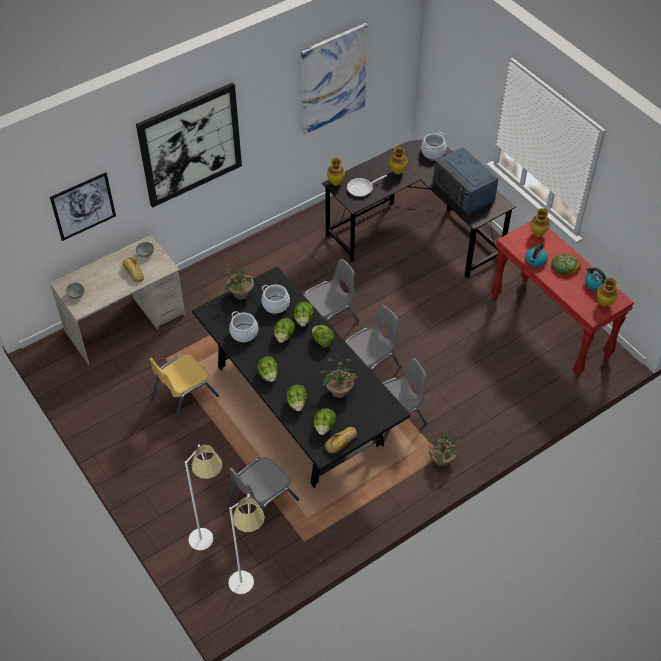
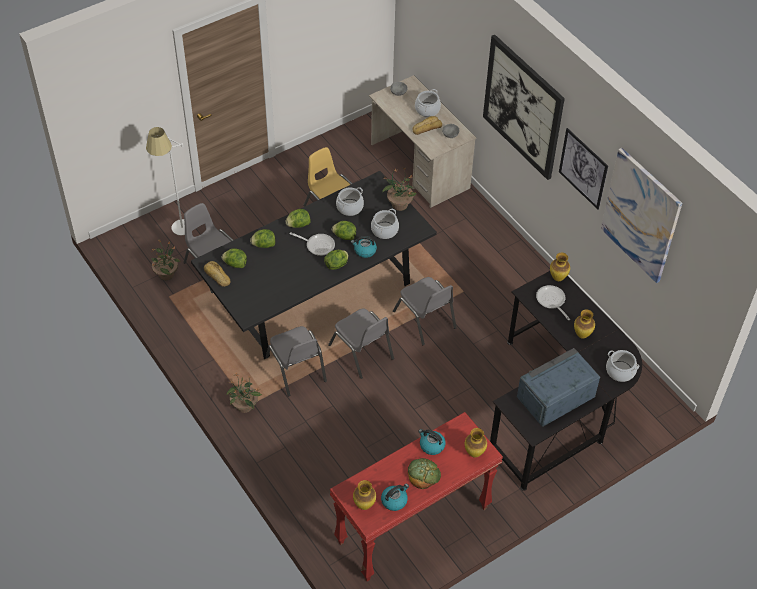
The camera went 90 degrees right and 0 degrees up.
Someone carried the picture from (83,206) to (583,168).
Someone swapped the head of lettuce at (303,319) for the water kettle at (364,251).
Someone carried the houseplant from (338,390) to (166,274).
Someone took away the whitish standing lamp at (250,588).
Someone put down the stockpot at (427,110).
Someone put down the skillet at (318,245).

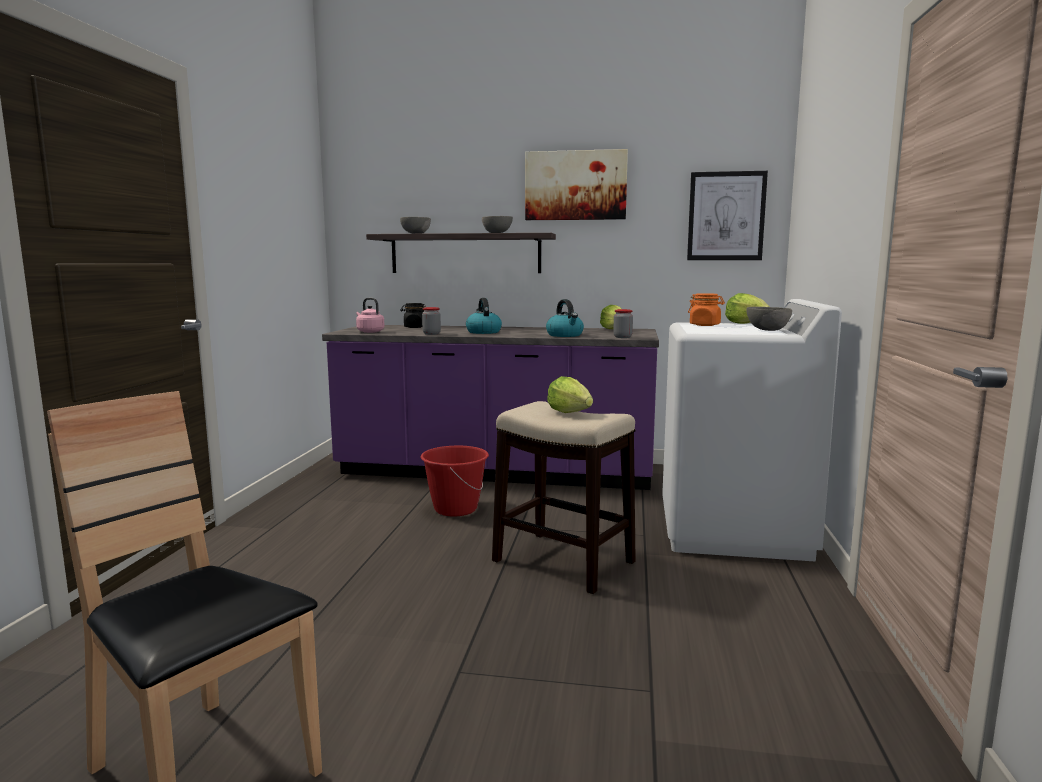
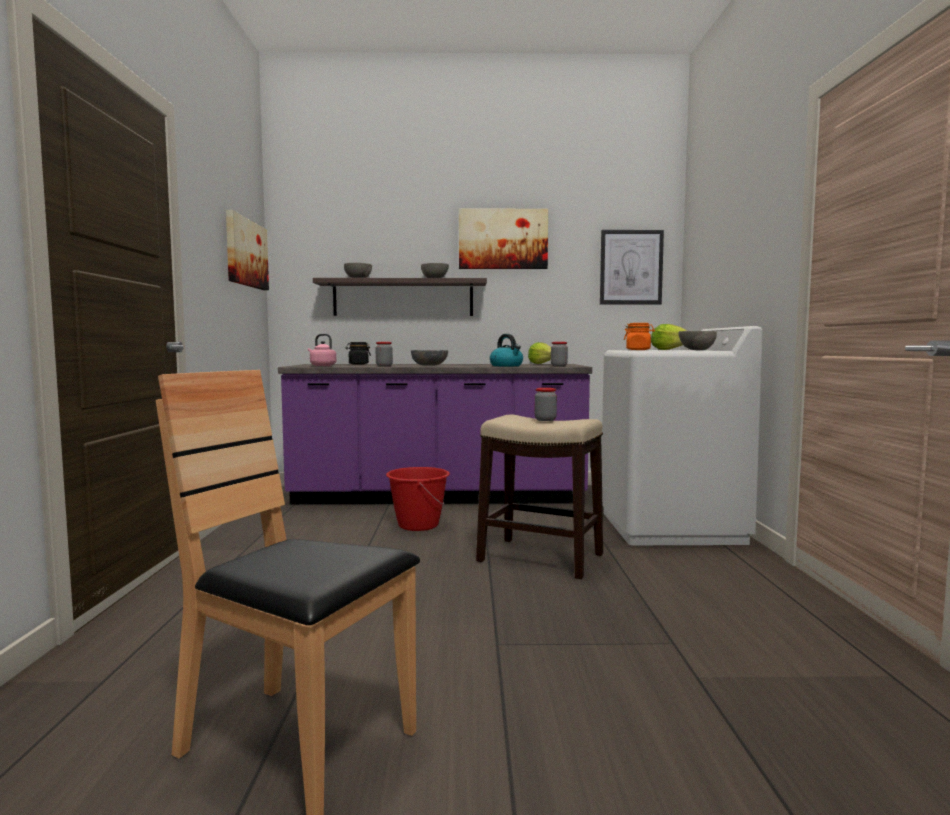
The camera went 10 degrees left and 5 degrees down.
Someone swapped the water kettle at (483,332) for the greyish bowl at (429,365).
Someone swapped the head of lettuce at (569,412) for the preserve jar at (545,420).
Someone put up the picture at (246,253).

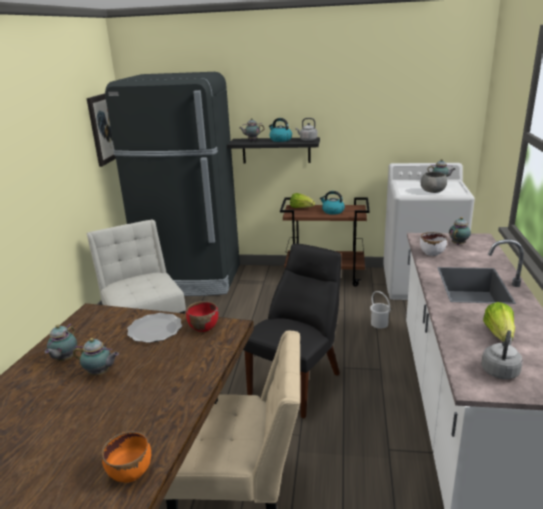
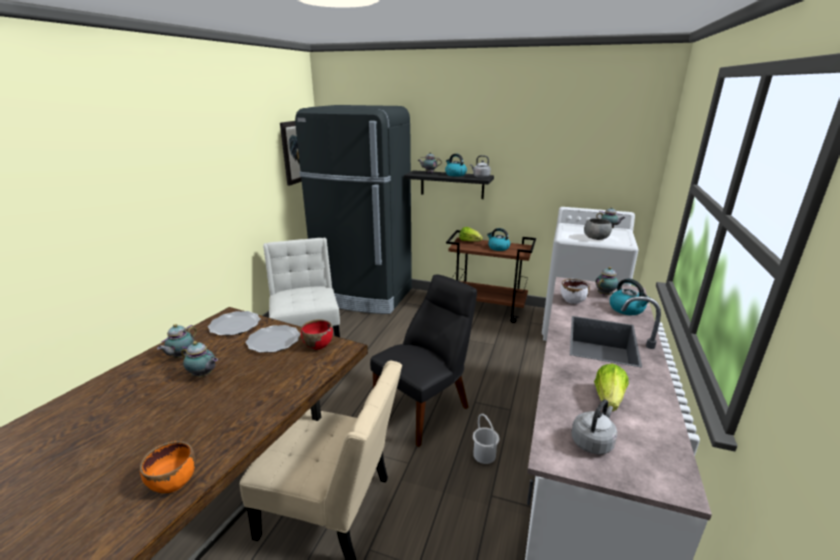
The camera went 10 degrees right and 0 degrees up.
Someone carried the whitish bucket from (379,324) to (484,455).
Someone put down the water kettle at (627,309).
Someone put down the dinner plate at (235,325).

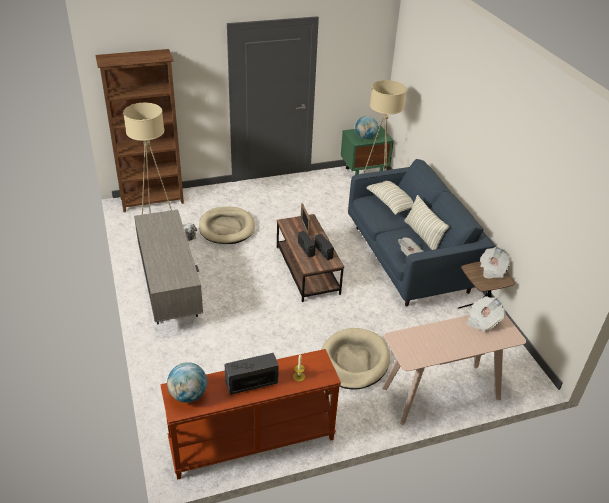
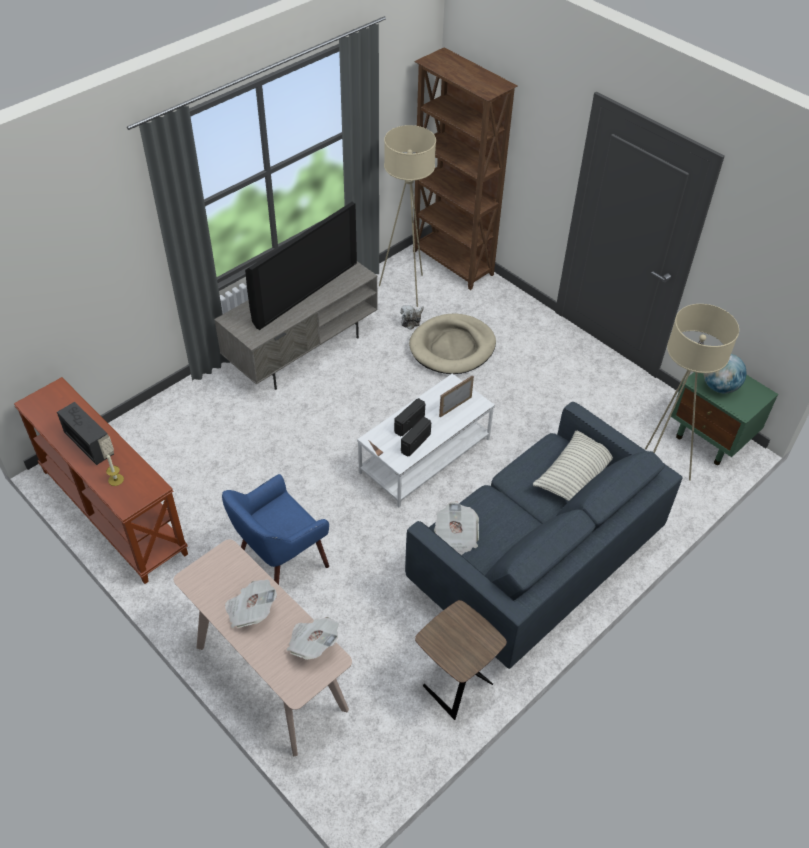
The camera went 65 degrees right and 10 degrees up.
Someone took away the pillow at (423,236).
Someone repainted the brown-coloured low table at (308,270), which became the whitish low table at (425,456).
Someone carried the daily paper from (492,270) to (251,611).
Someone swapped the sand-coloured dog bed at (354,361) for the blue-coloured easy chair at (281,562).
Someone took away the world globe at (188,395).
Someone put down the TV set at (304,291).

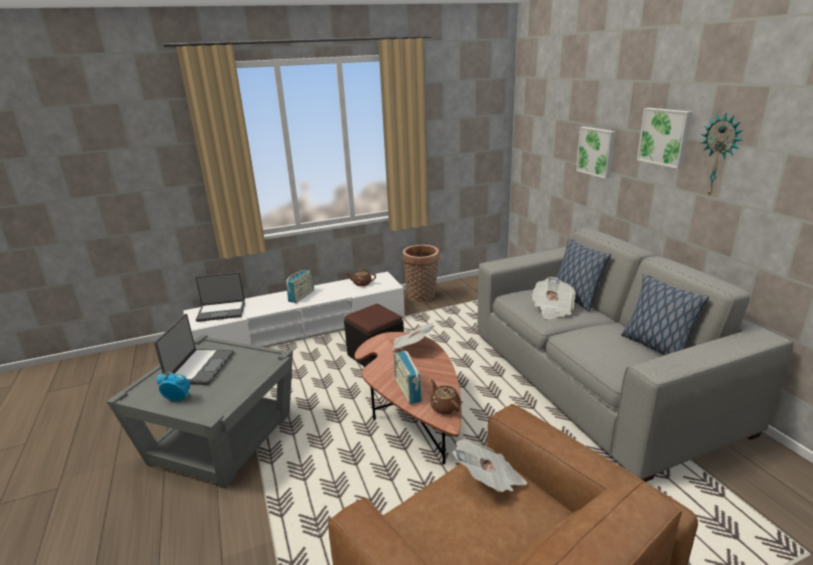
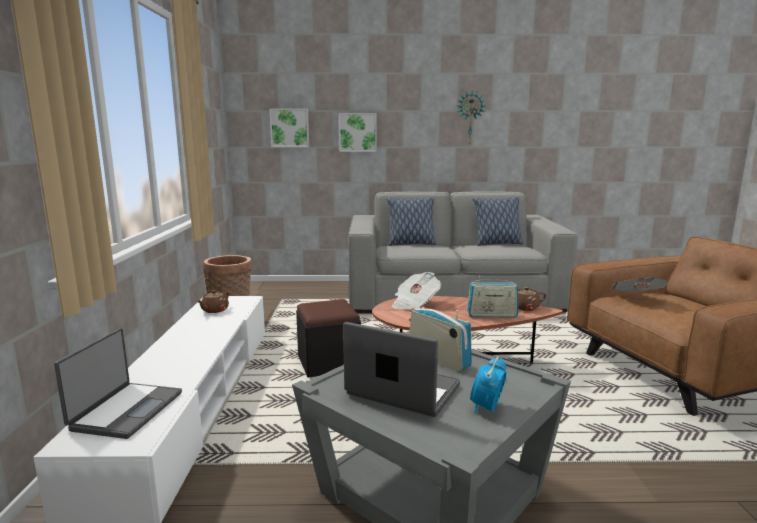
The camera went 70 degrees left and 10 degrees down.
Someone carried the picture from (665,137) to (290,128).
Someone carried the radio receiver from (301,296) to (438,359).
Someone took away the daily paper at (552,309).

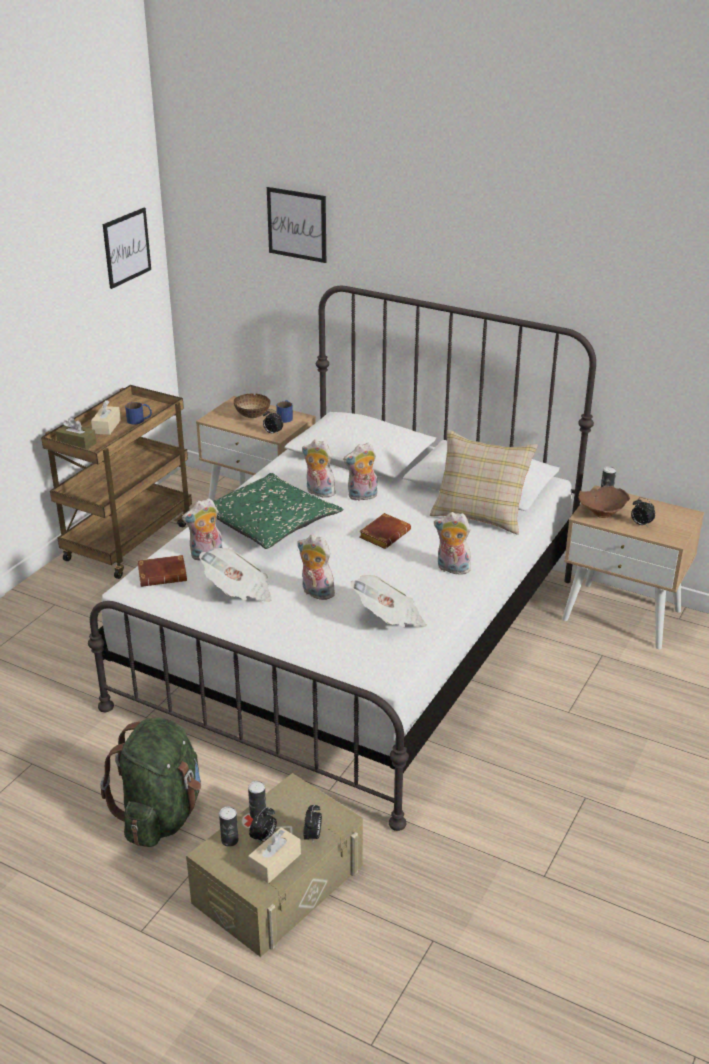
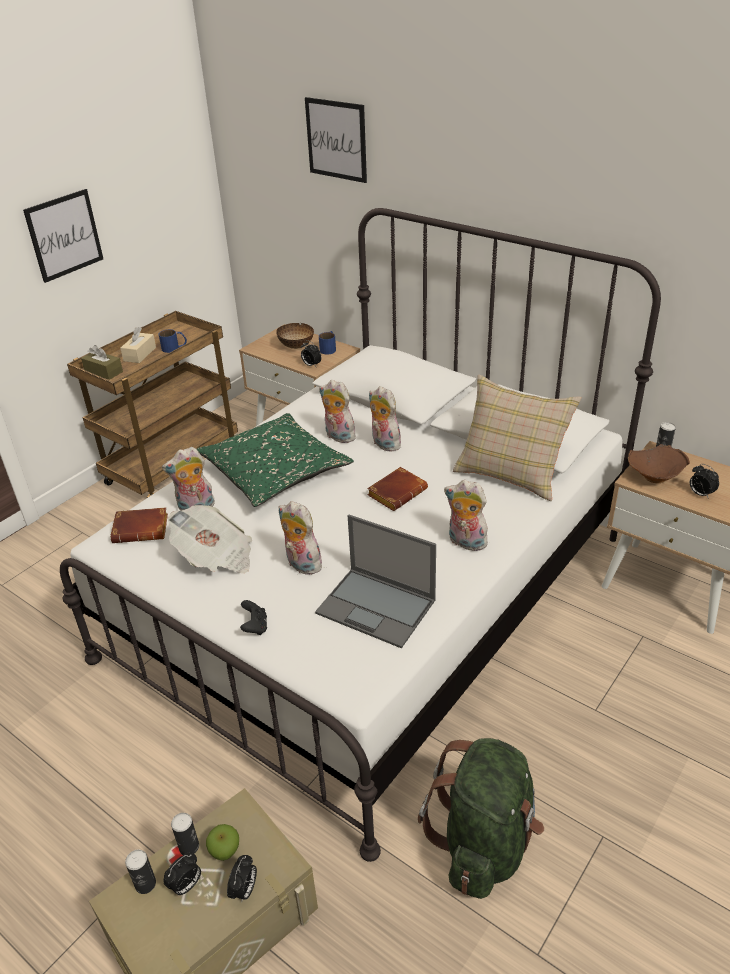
The camera went 10 degrees right and 5 degrees up.
Someone carried the picture from (126,247) to (64,235).
Someone rotated the cuddly toy at (362,497) by 60 degrees clockwise.
Someone swapped the daily paper at (389,619) for the laptop at (377,607).
Someone carried the green-coloured backpack from (161,815) to (484,843).
Someone took away the sand-coloured box of tissues at (275,862).
Someone put down the black-coloured game controller at (255,627).
Someone put down the apple at (225,851).

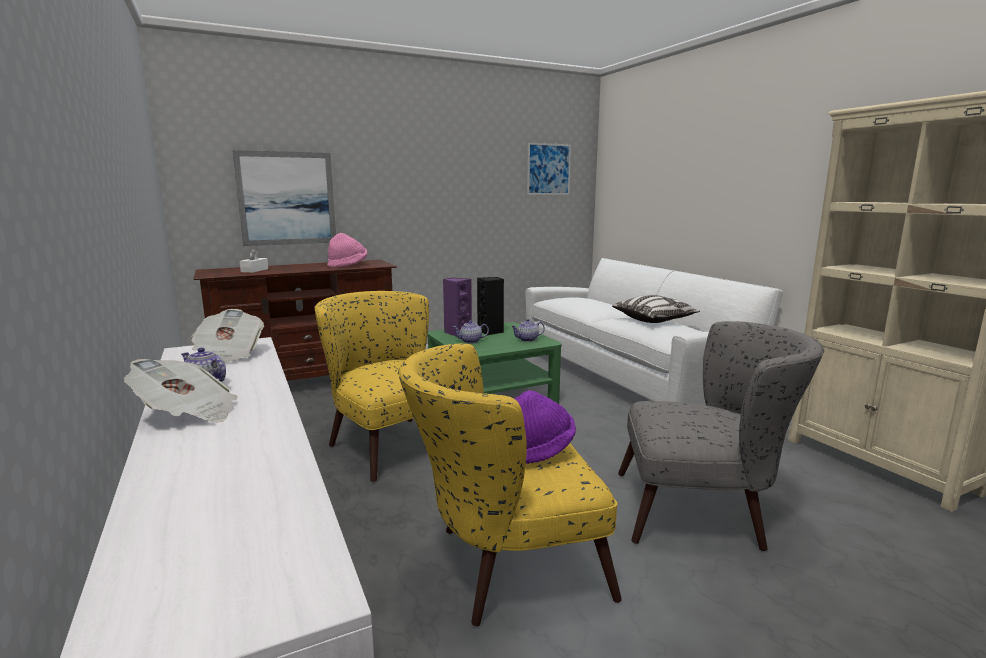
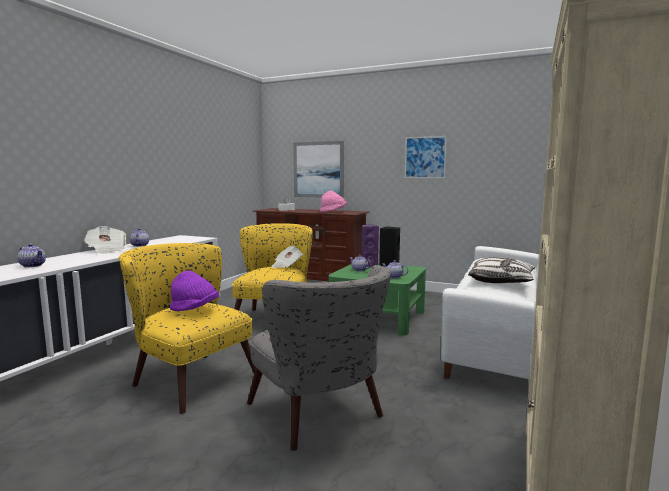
The camera went 50 degrees right and 5 degrees down.
Someone carried the picture from (548,169) to (425,157).
Someone carried the daily paper from (228,355) to (288,265).
Someone put down the tea pot at (33,265).

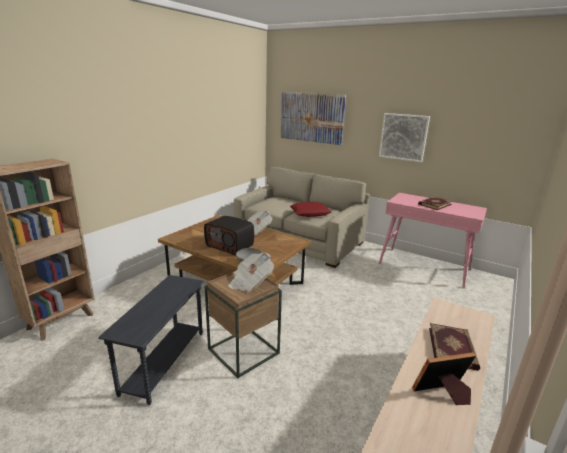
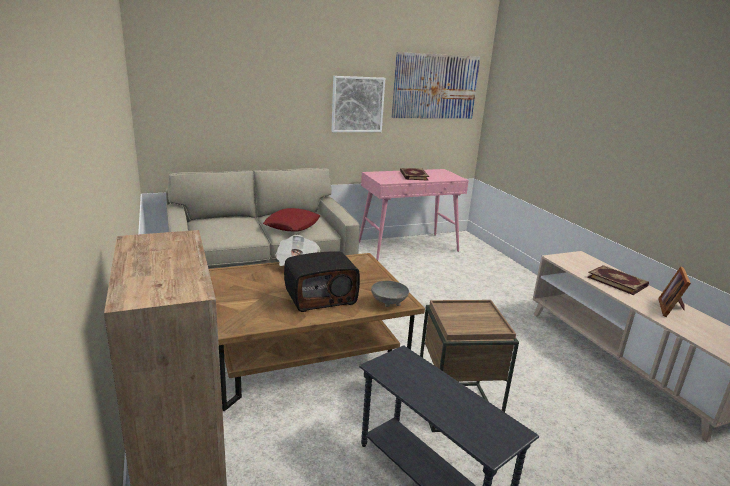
The camera went 55 degrees left and 0 degrees up.
Someone carried the picture from (311,117) to (435,86).
Someone took away the daily paper at (250,282).

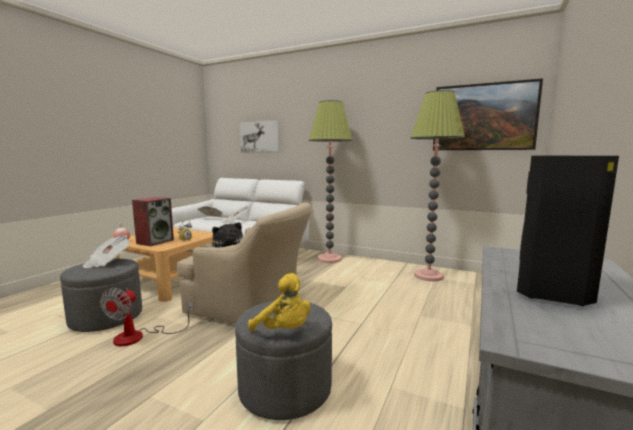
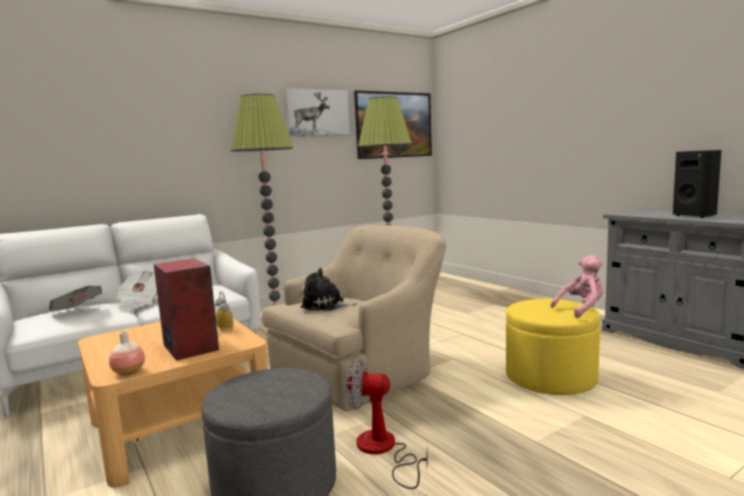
The camera went 60 degrees left and 0 degrees up.
Someone carried the picture from (260,137) to (318,113).
Someone took away the daily paper at (107,262).
Someone repainted the yellow cuddly toy at (284,331), which became the pinkish cuddly toy at (581,309).
Someone rotated the fan at (139,336) by 150 degrees clockwise.
Someone repainted the greyish ottoman at (285,388), which became the yellow ottoman at (550,378).

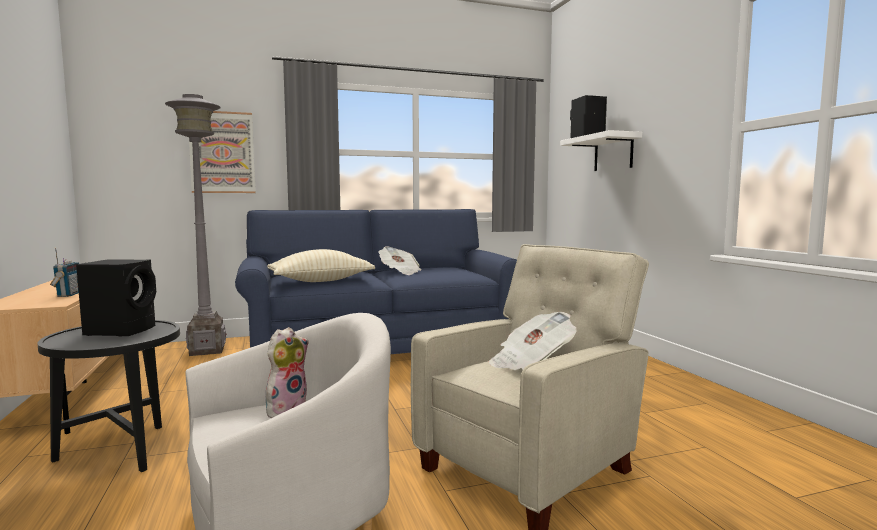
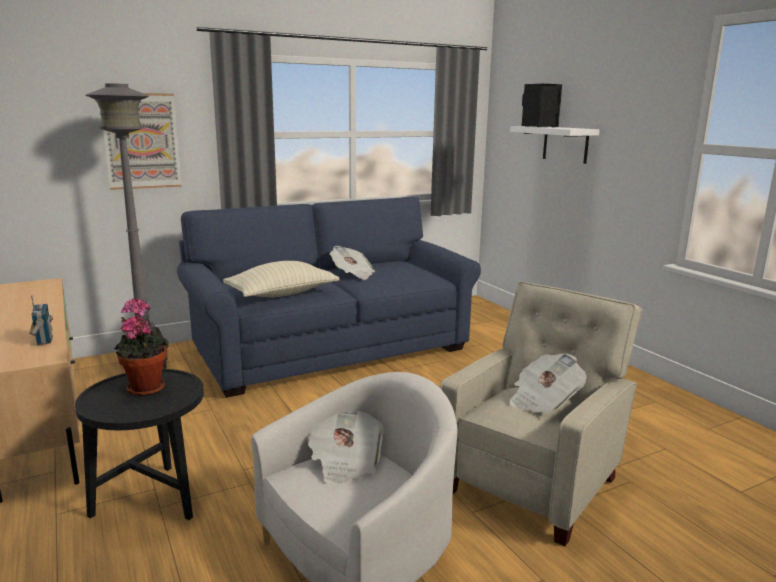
The camera went 10 degrees left and 10 degrees up.
Someone swapped the black-coloured loudspeaker at (122,330) for the houseplant at (145,387).
Someone swapped the cuddly toy at (286,409) for the daily paper at (345,461).

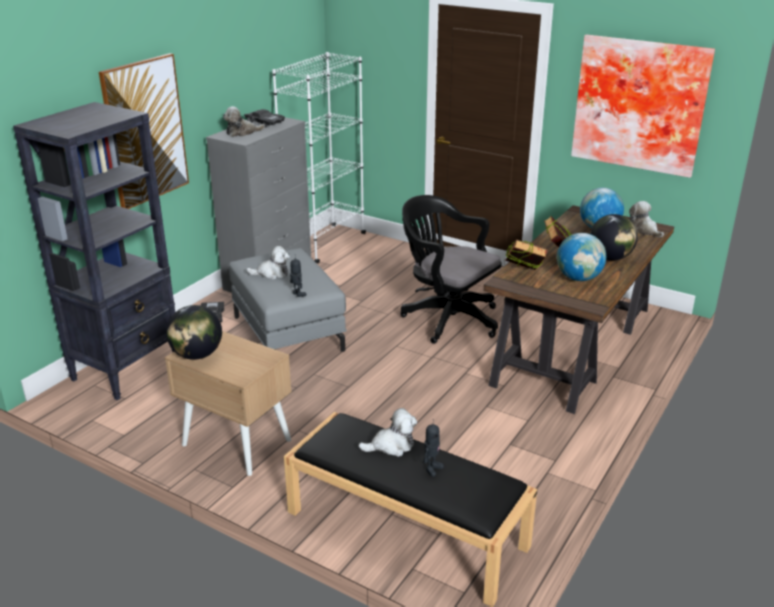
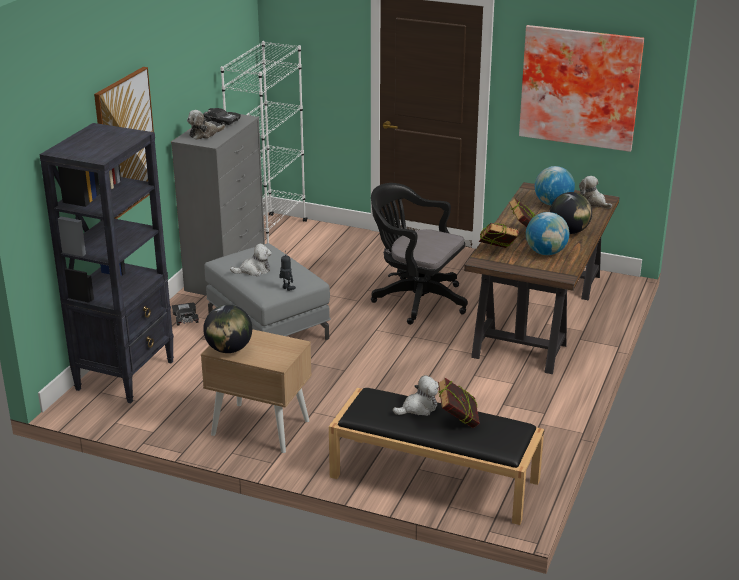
The camera went 10 degrees left and 0 degrees up.
Someone swapped the robot figure at (432,468) for the volume at (457,422).

